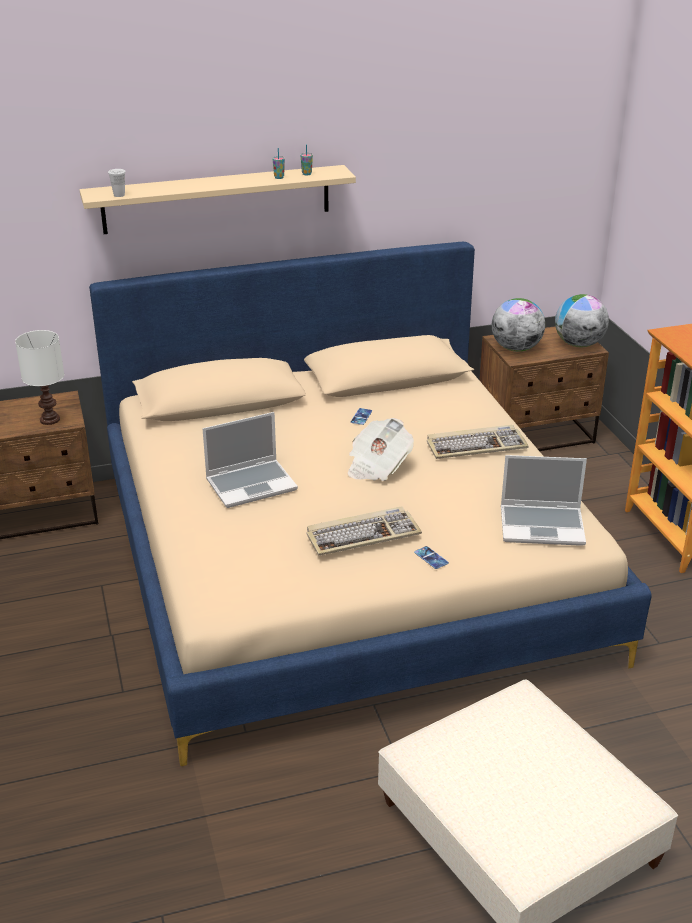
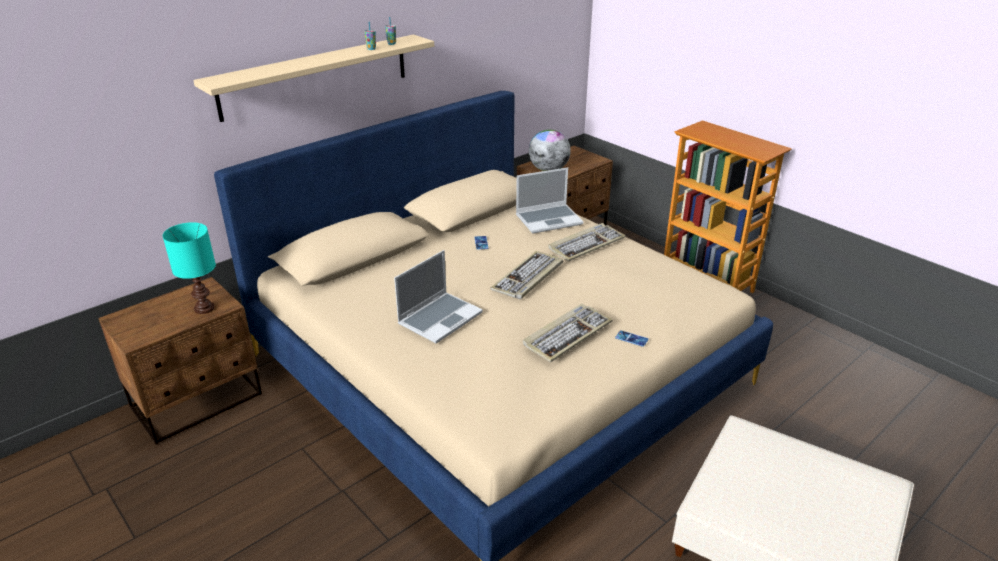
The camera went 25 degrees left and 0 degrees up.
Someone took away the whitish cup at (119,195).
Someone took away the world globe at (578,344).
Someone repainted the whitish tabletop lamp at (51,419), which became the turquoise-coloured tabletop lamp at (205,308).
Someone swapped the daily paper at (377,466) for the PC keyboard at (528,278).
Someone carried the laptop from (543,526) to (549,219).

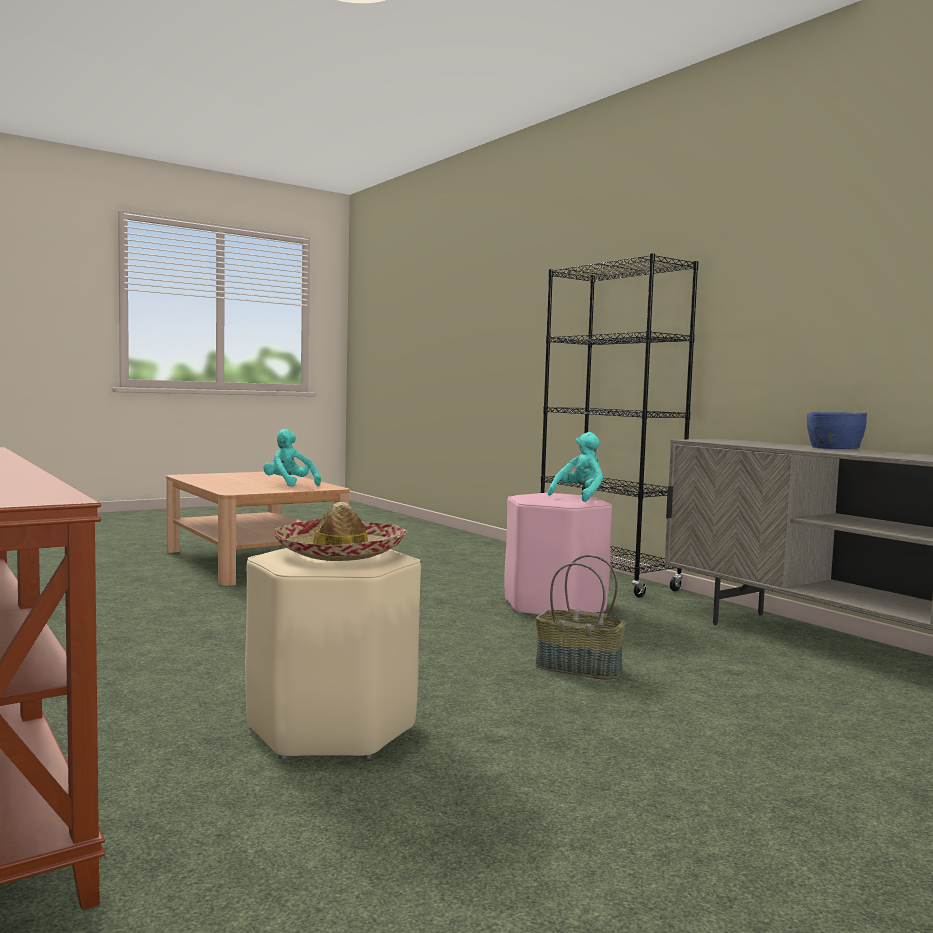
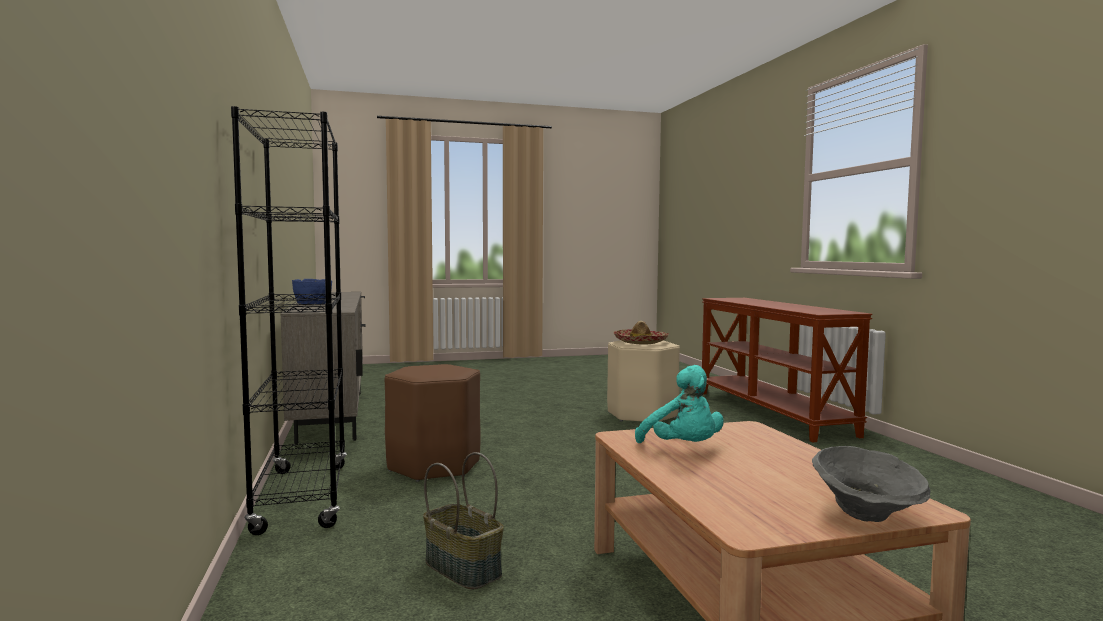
The camera went 160 degrees left and 0 degrees up.
Someone took away the turquoise-coloured cuddly toy at (579,497).
Someone repainted the pinkish stool seat at (555,606), which became the brown-coloured stool seat at (434,466).
Someone carried the household basket from (577,668) to (464,568).
Someone put down the greyish bowl at (867,515).

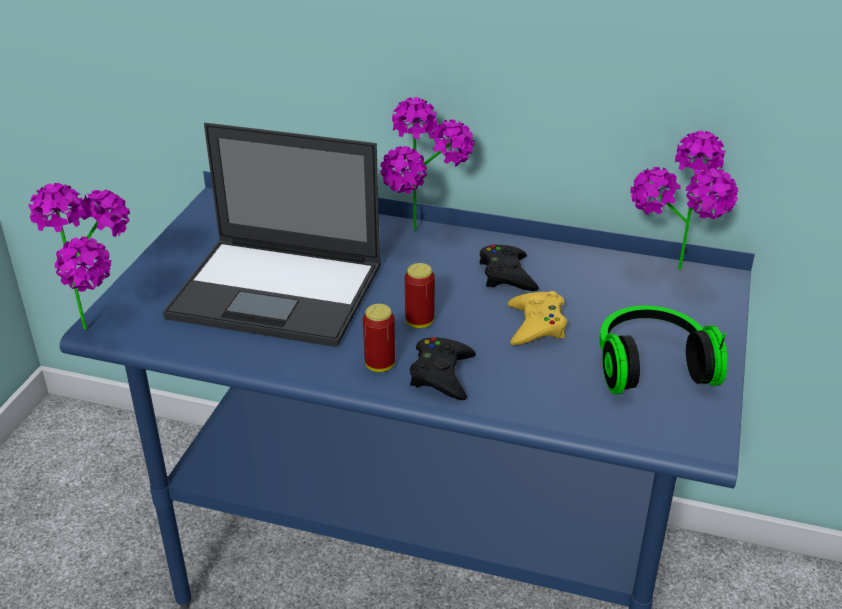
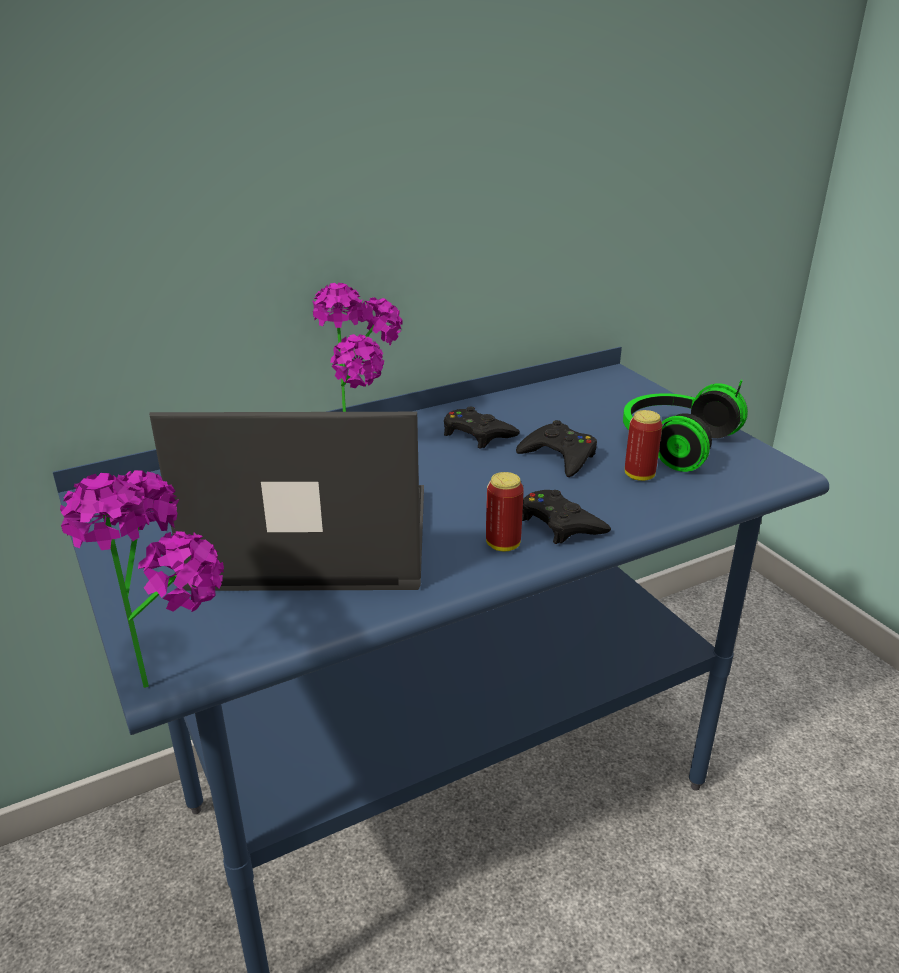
The camera went 45 degrees left and 5 degrees down.
Someone rotated the laptop at (279,291) by 150 degrees counterclockwise.
Someone took away the houseplant at (673,278).
Someone carried the sealed can from (419,322) to (639,475).
Someone repainted the yellow game controller at (536,325), which became the black-coloured game controller at (559,456).

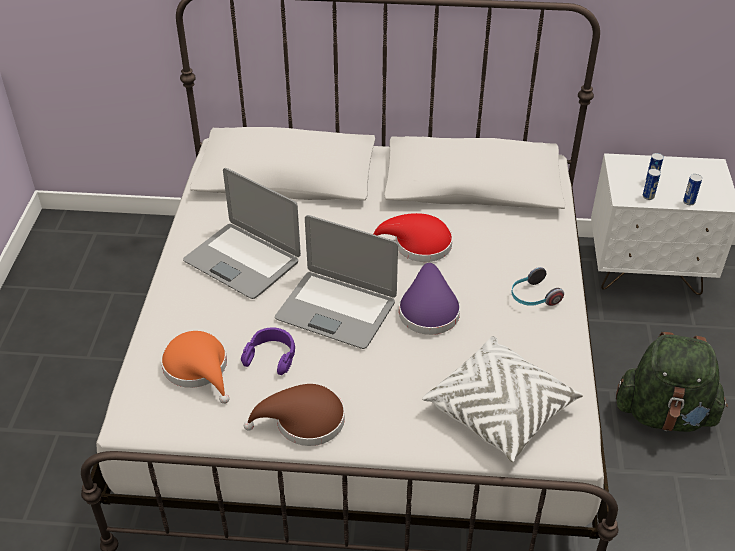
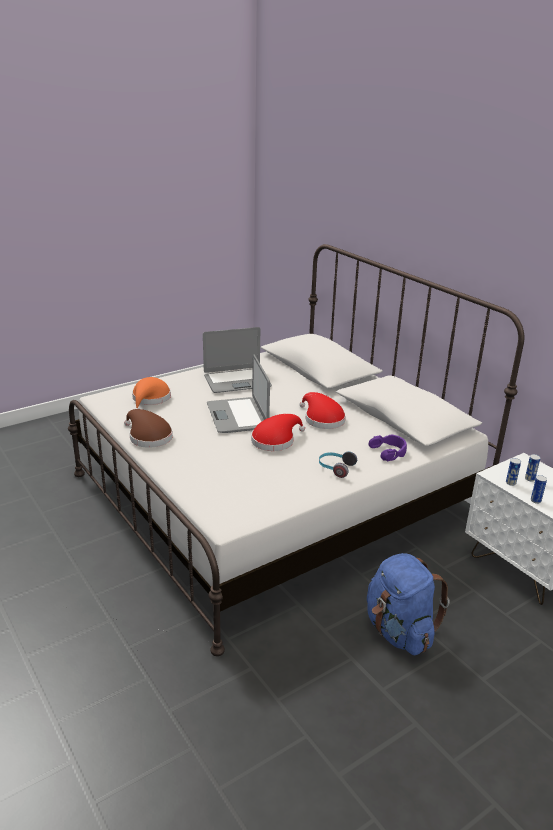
The camera went 50 degrees right and 15 degrees down.
Someone rotated the laptop at (243,261) by 105 degrees counterclockwise.
Someone repainted the purple hat at (428,310), which became the red hat at (275,440).
Someone carried the purple pair of headphones from (271,356) to (389,451).
Someone repainted the green-coloured backpack at (664,414), which became the blue-coloured backpack at (399,631).
Someone took away the whitish pillow at (500,410).

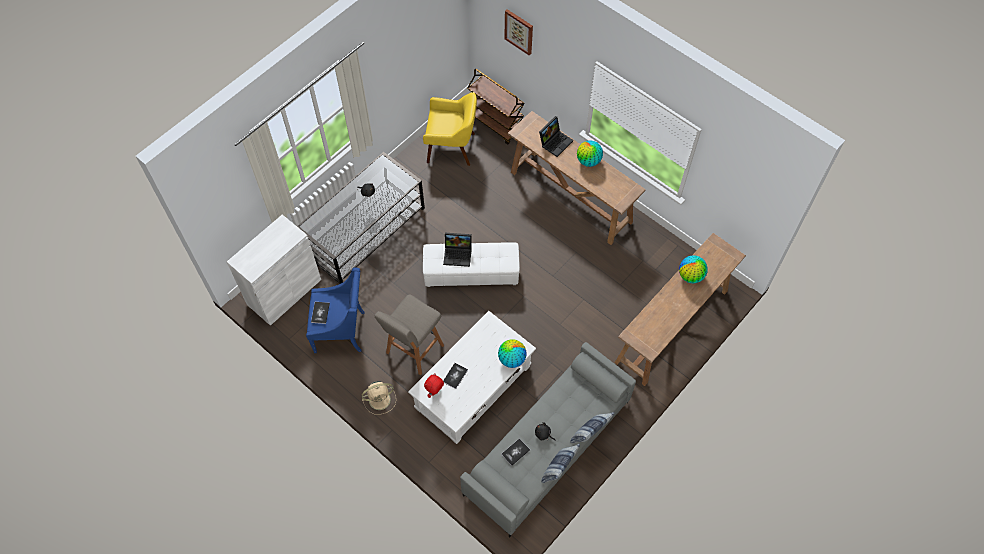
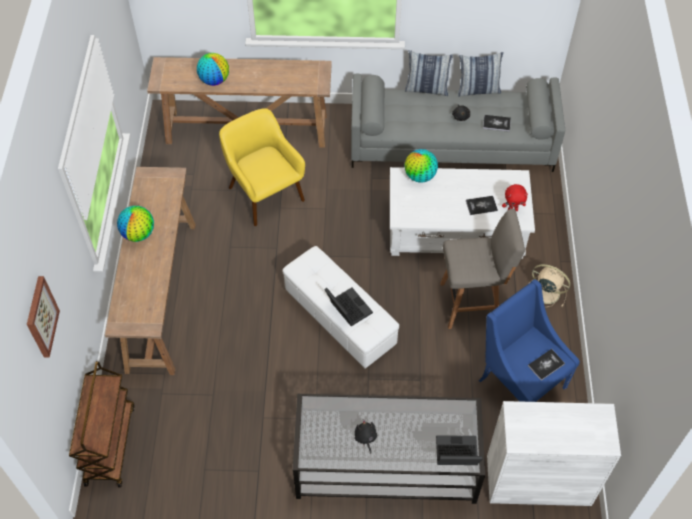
The camera went 130 degrees left and 5 degrees down.
Someone carried the yellow easy chair from (452,147) to (265,193).
Someone carried the laptop from (555,142) to (455,455).

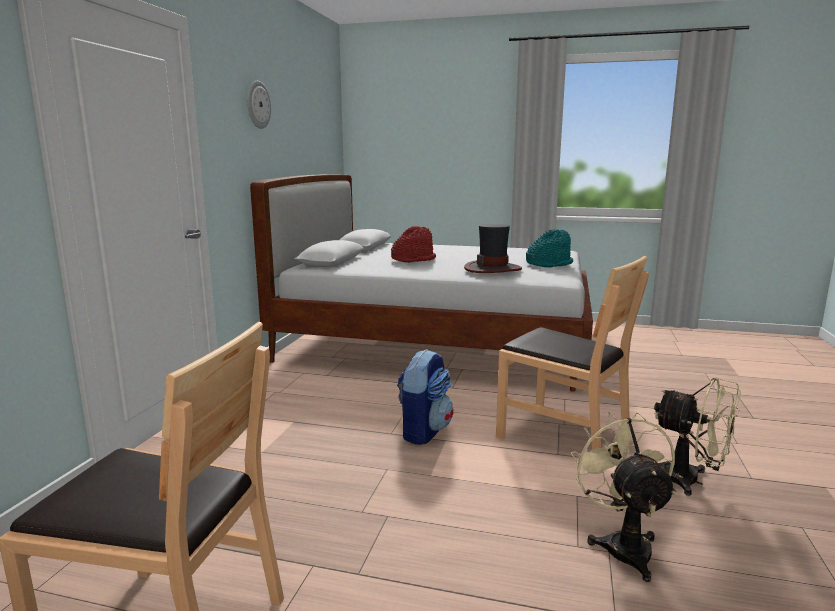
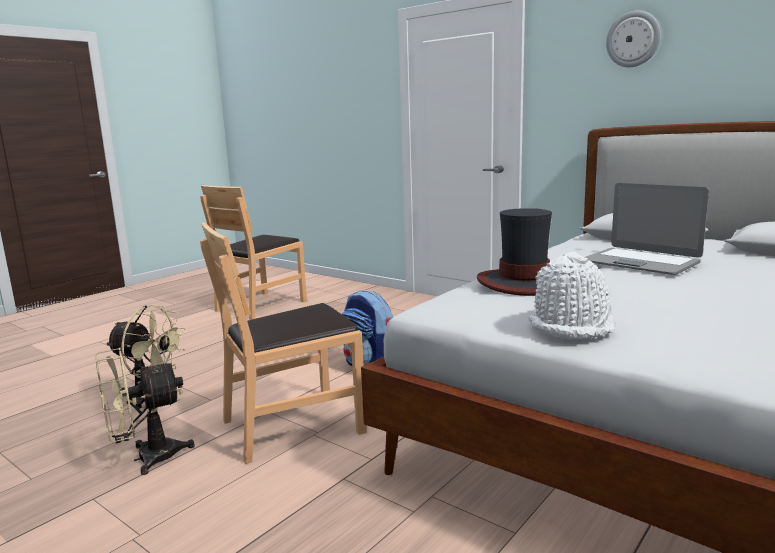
The camera went 115 degrees right and 0 degrees up.
Someone swapped the red hat at (413,259) for the laptop at (640,263).
Someone repainted the turquoise-coloured hat at (549,264), which became the whitish hat at (572,326).

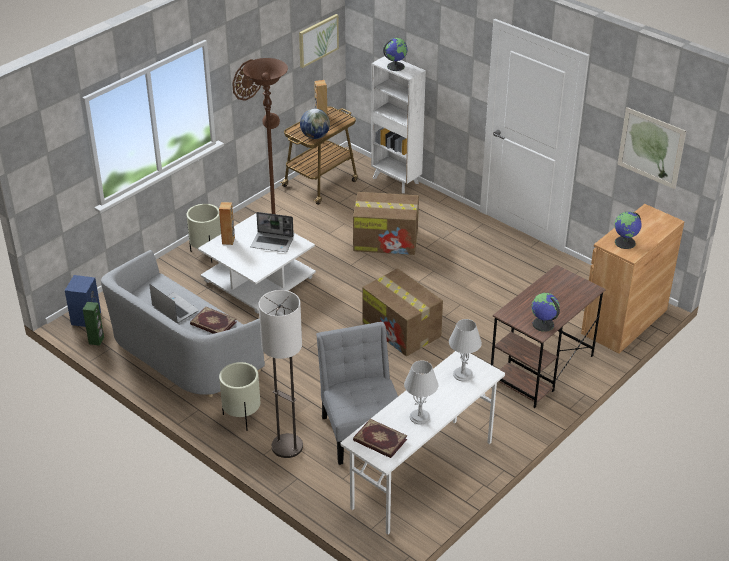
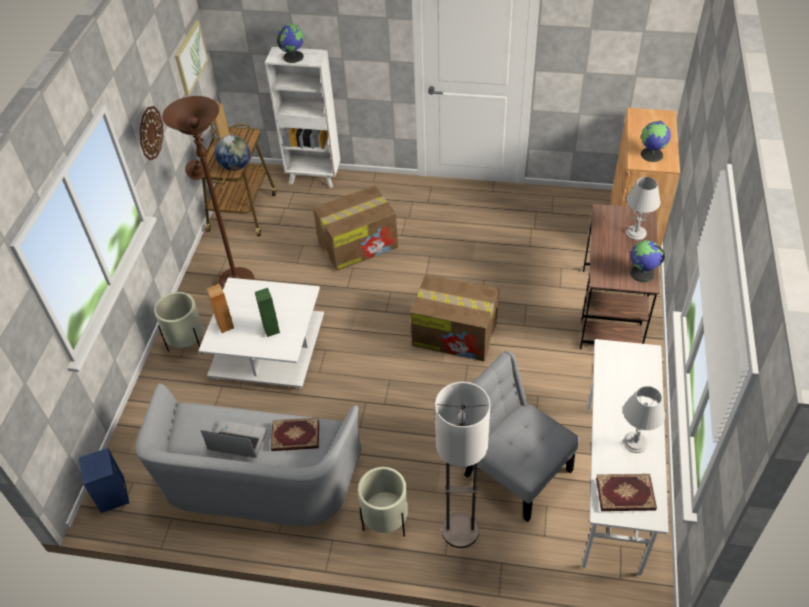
The camera went 30 degrees left and 10 degrees up.
Someone took away the picture at (651,147).
Someone took away the laptop at (272,243).
Someone carried the green-coloured loudspeaker from (96,340) to (271,329).
Someone carried the greyish tabletop lamp from (462,374) to (636,233).

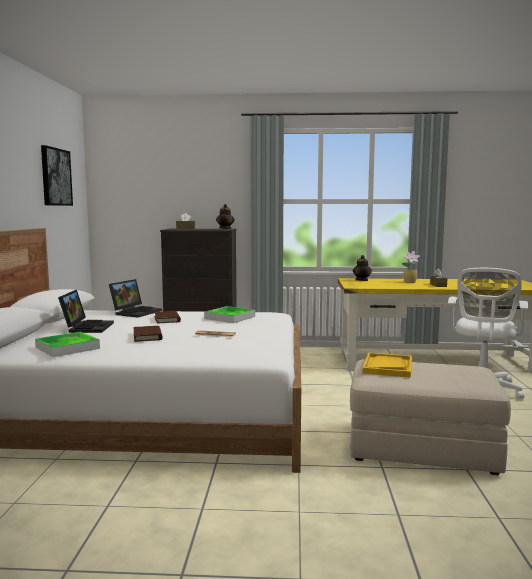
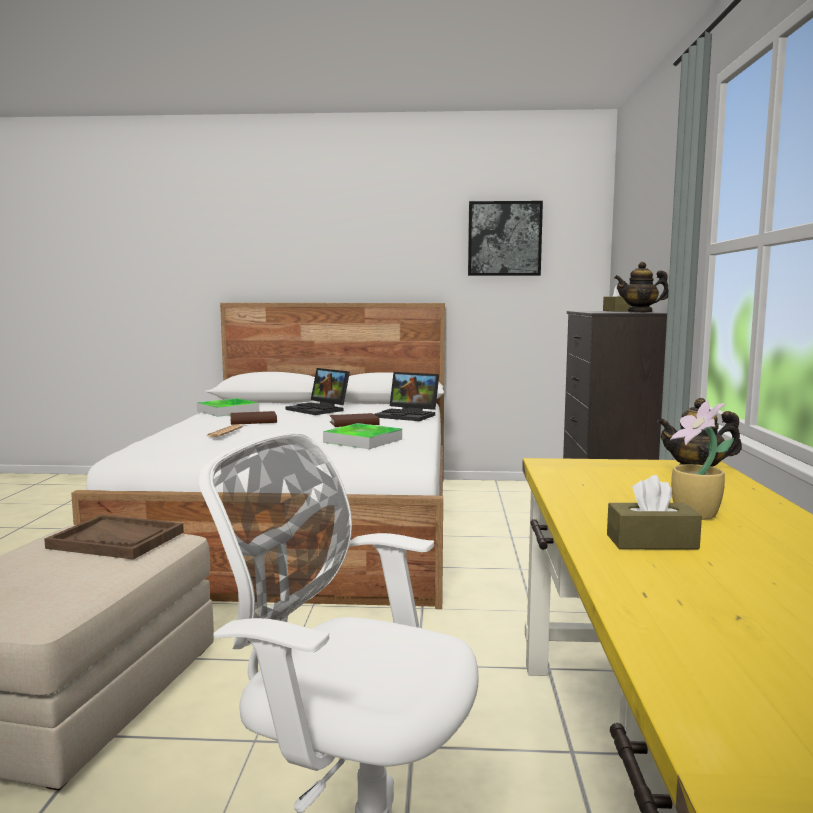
The camera went 90 degrees right and 0 degrees up.
Someone rotated the laptop at (87,327) by 45 degrees clockwise.
Someone repainted the yellow tray at (388,366), which became the brown-coloured tray at (117,540).

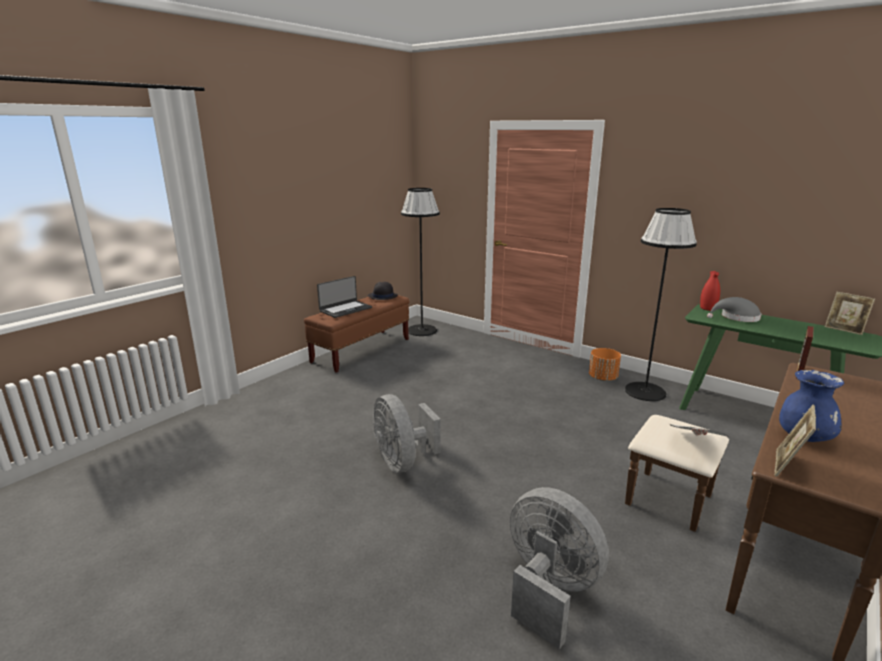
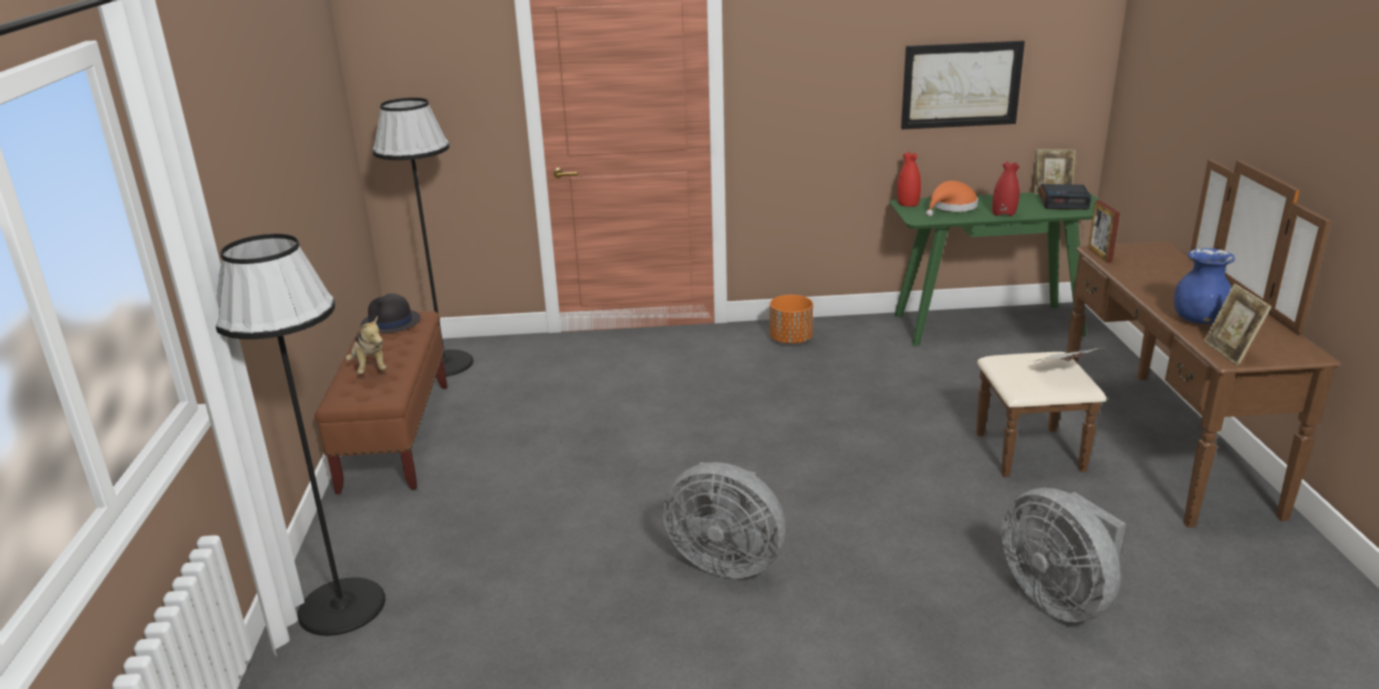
The camera went 40 degrees left and 5 degrees up.
Someone carried the black-coloured standing lamp from (645,391) to (342,606).
Someone swapped the laptop at (345,309) for the cuddly toy at (370,368).
Someone repainted the greyish hat at (736,317), which became the orange hat at (951,207).
Someone rotated the greyish fan at (548,589) by 120 degrees counterclockwise.
Someone put up the picture at (961,85).
Someone put down the red flower vase at (1004,214).
Someone put down the alarm clock at (1064,202).

